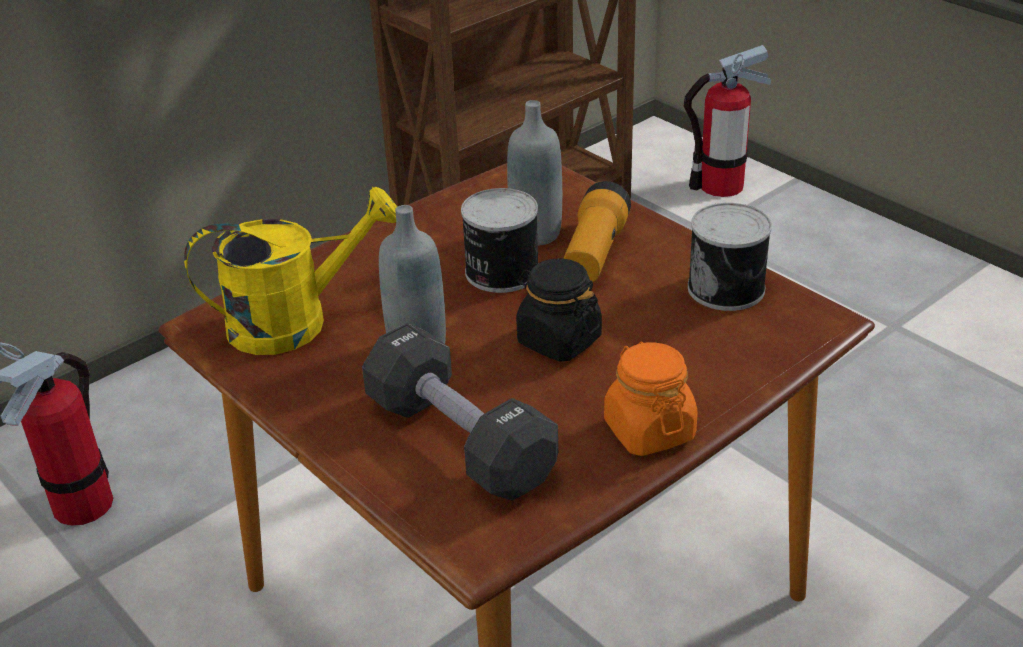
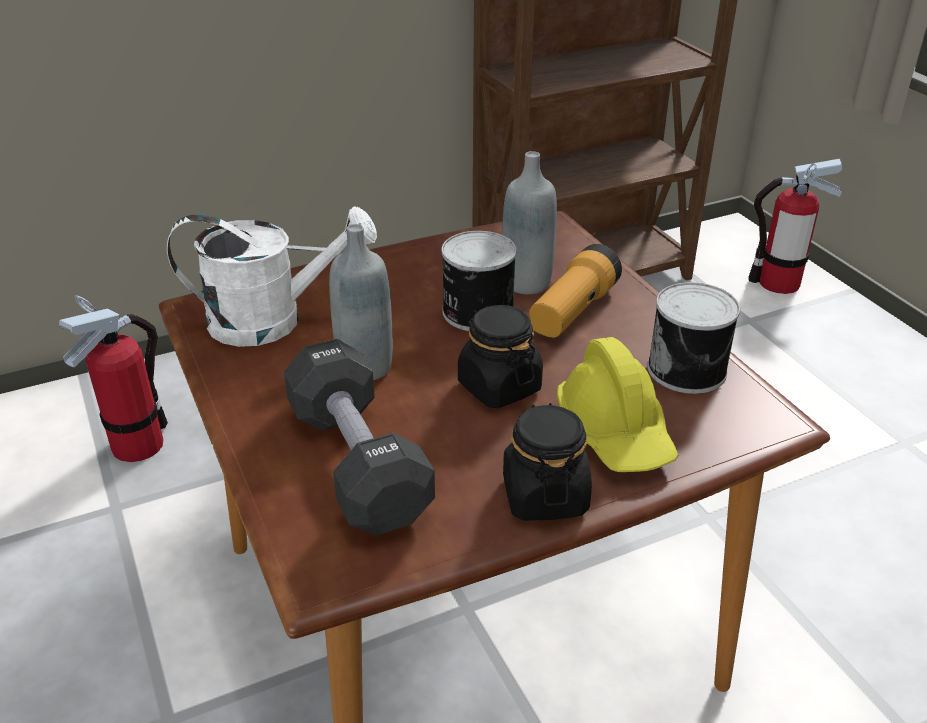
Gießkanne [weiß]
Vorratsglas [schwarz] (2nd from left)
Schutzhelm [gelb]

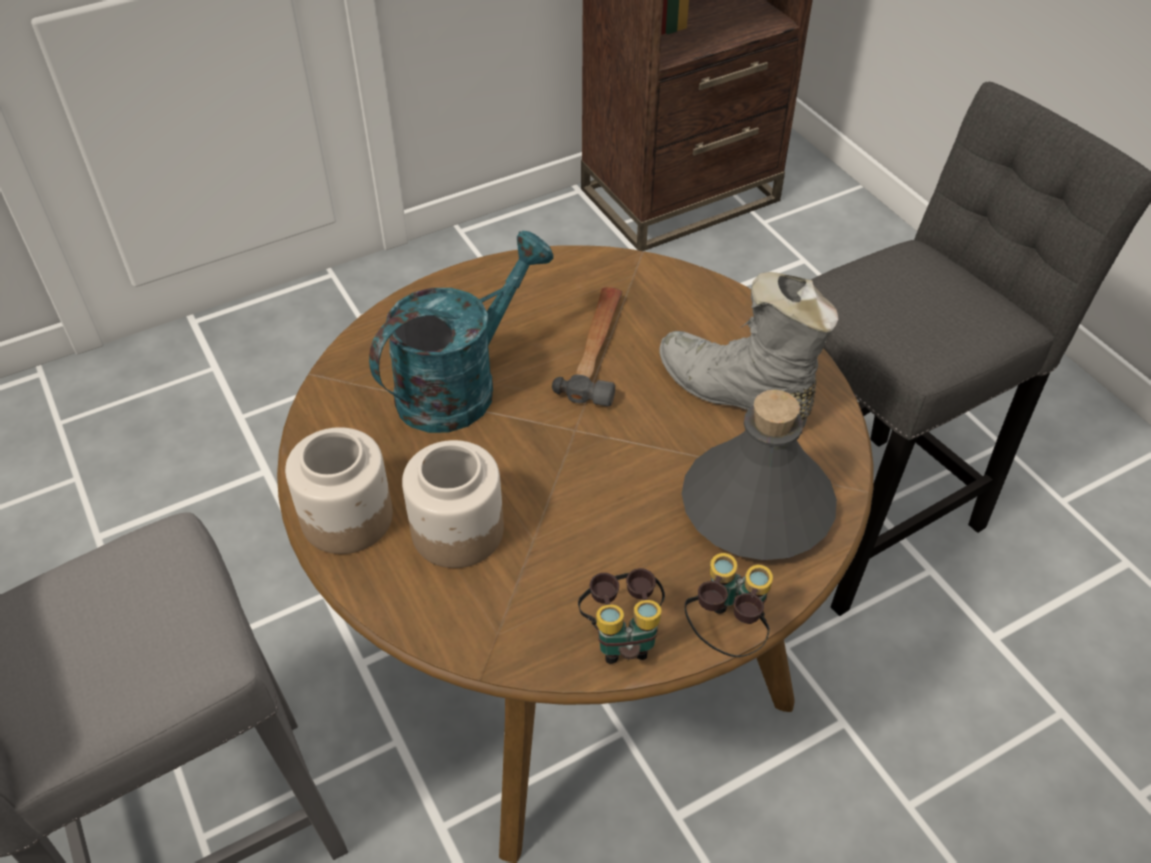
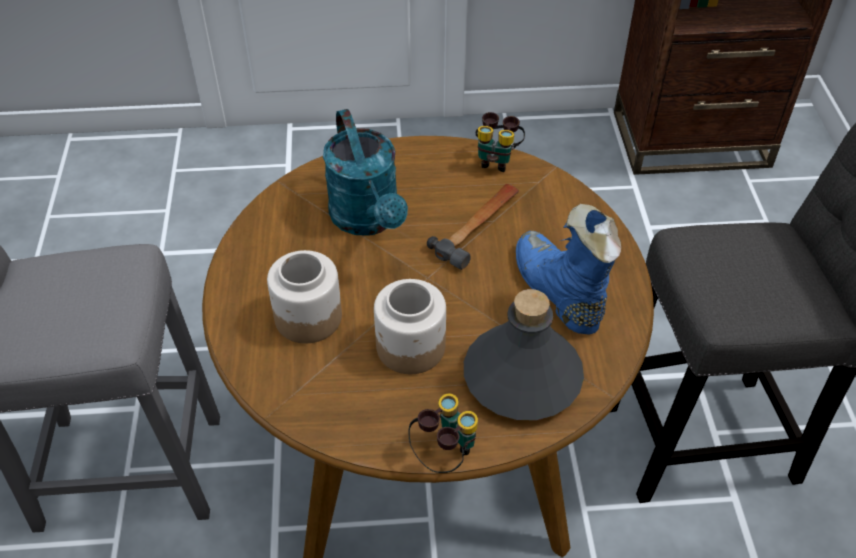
Gießkanne [türkis]
Stiefel [blau]
Vorratsglas (2nd from left)
Fernglas (2nd from left)

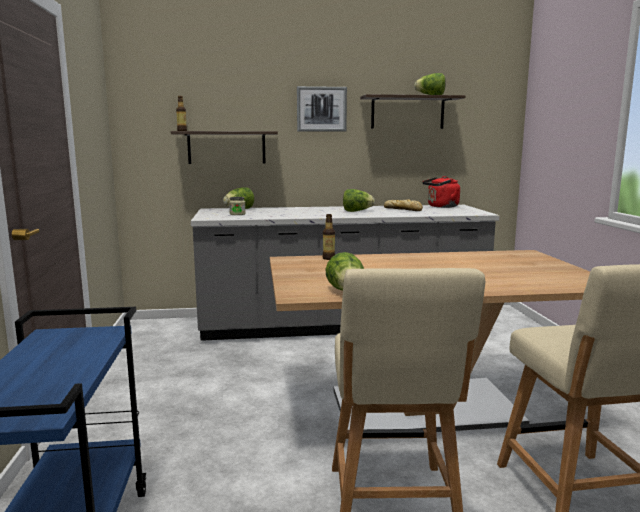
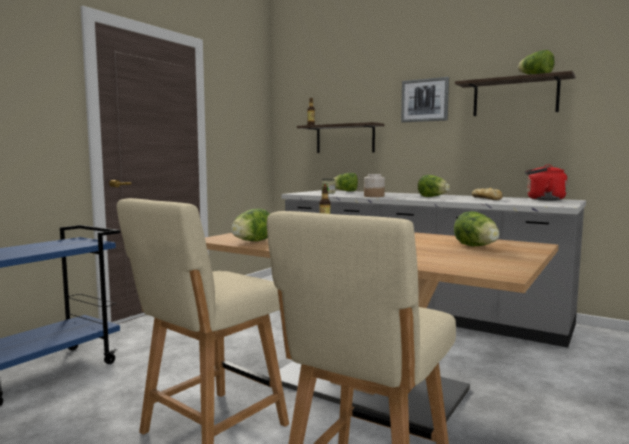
Vorratsglas (2nd from left)
Salatkopf (4th from left)

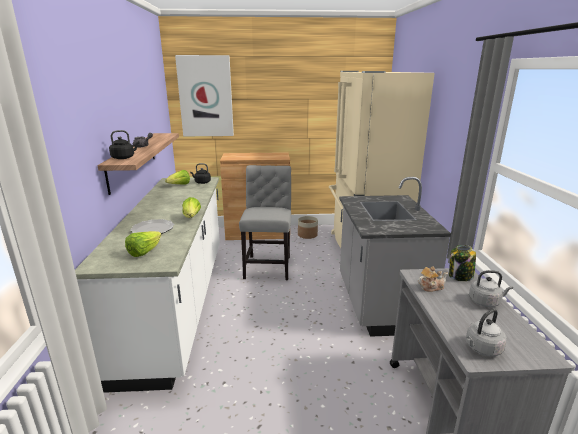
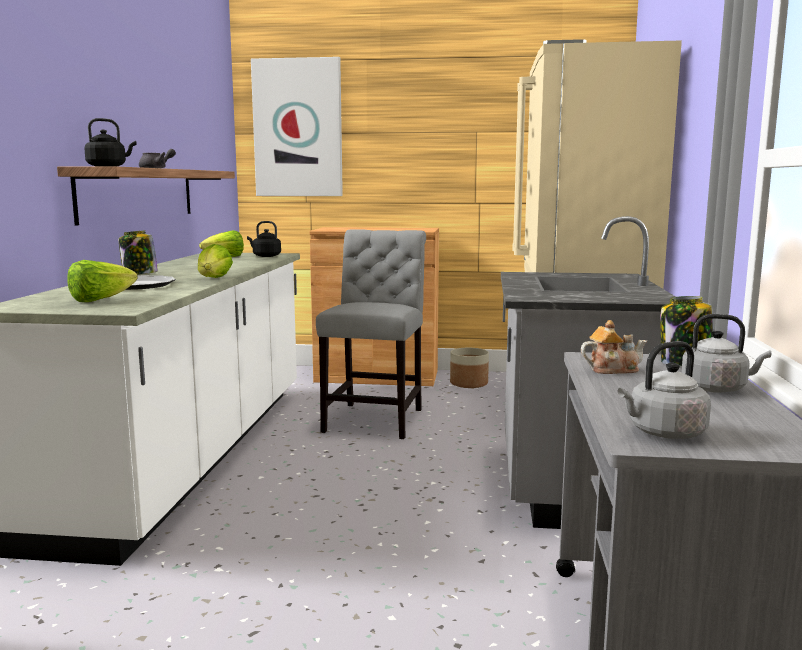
Vorratsglas (1st from left)

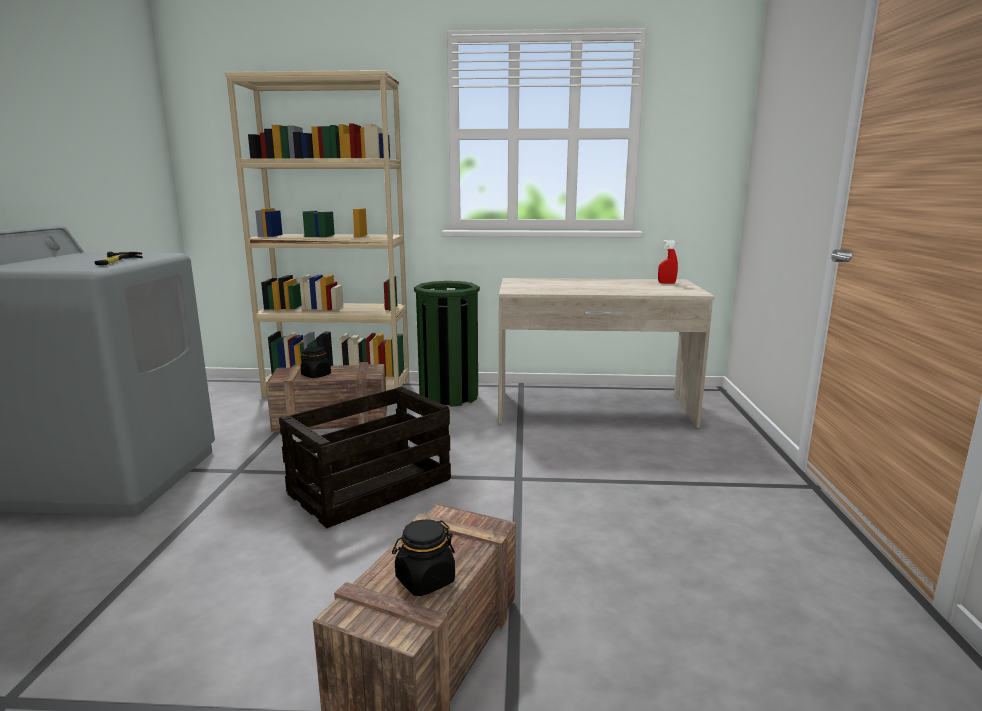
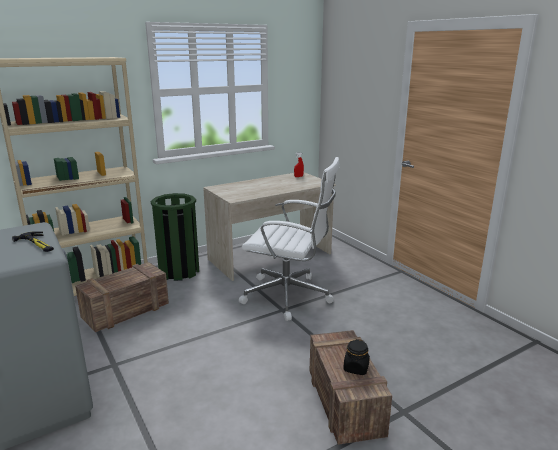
Vorratsglas [schwarz] (1st from left in the first image)
Kiste (2nd from left in the first image)
Bürostuhl [weiß]

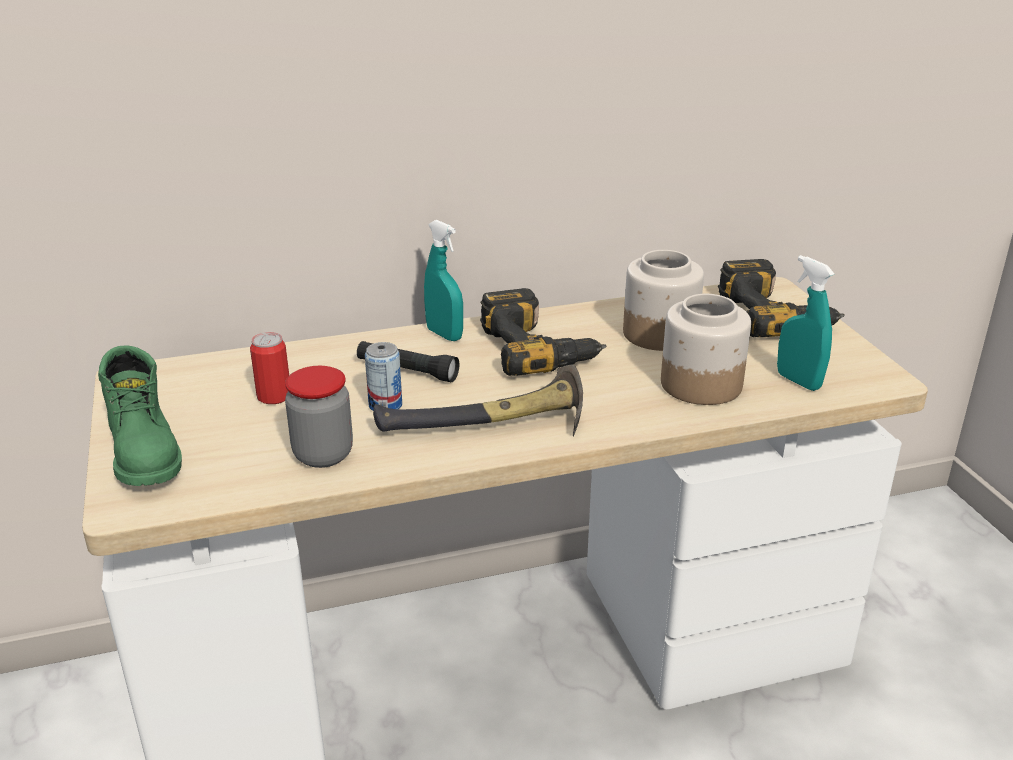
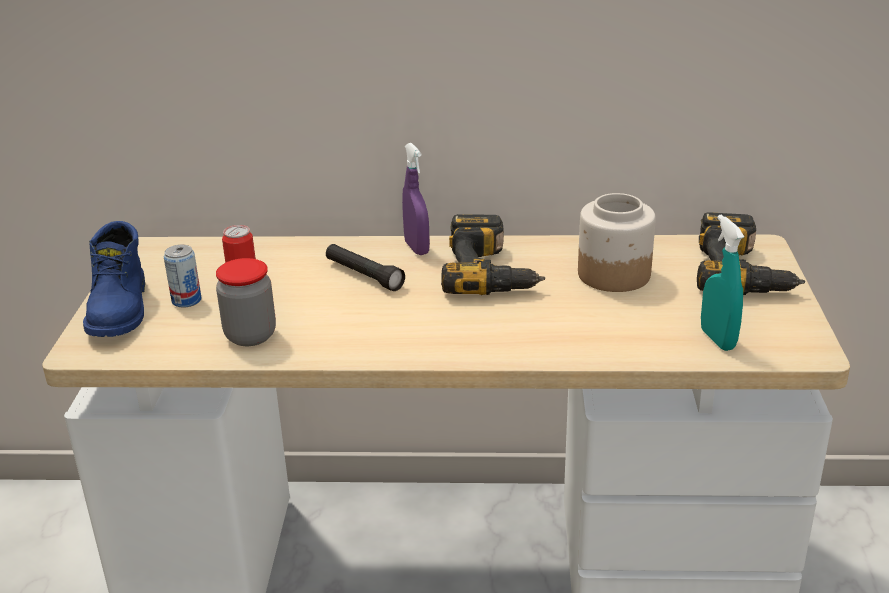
Sprühflasche [lila]
Vorratsglas (3rd from left in the first image)
Dose (1st from left)
Stiefel [blau]
Hammer

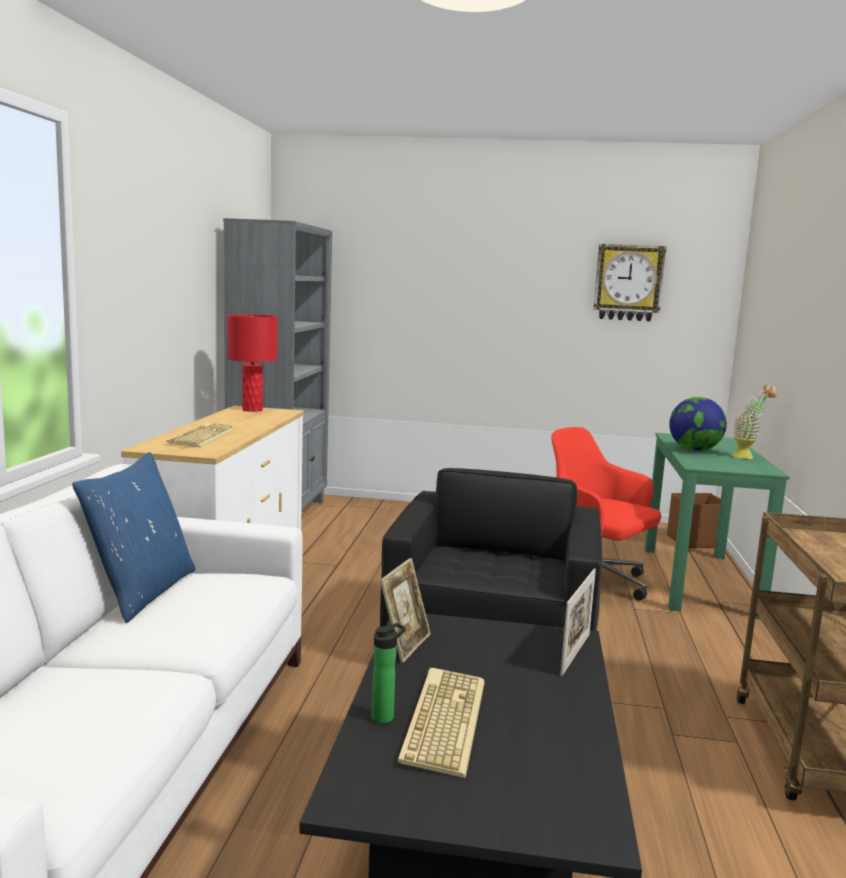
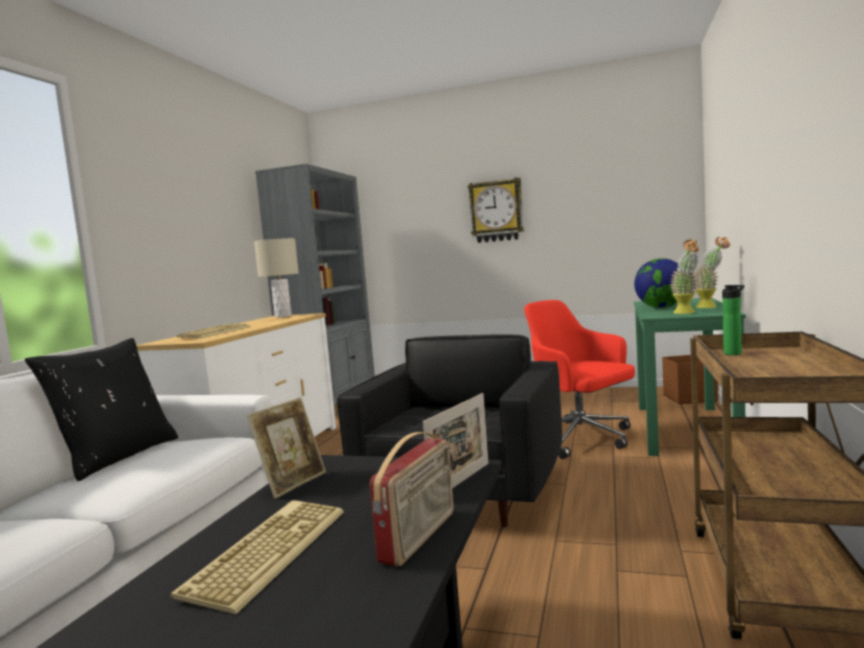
Wanduhr
Tischlampe [beige]
Kissen [schwarz]
Flasche
Topfpflanze (1st from left)
Radio

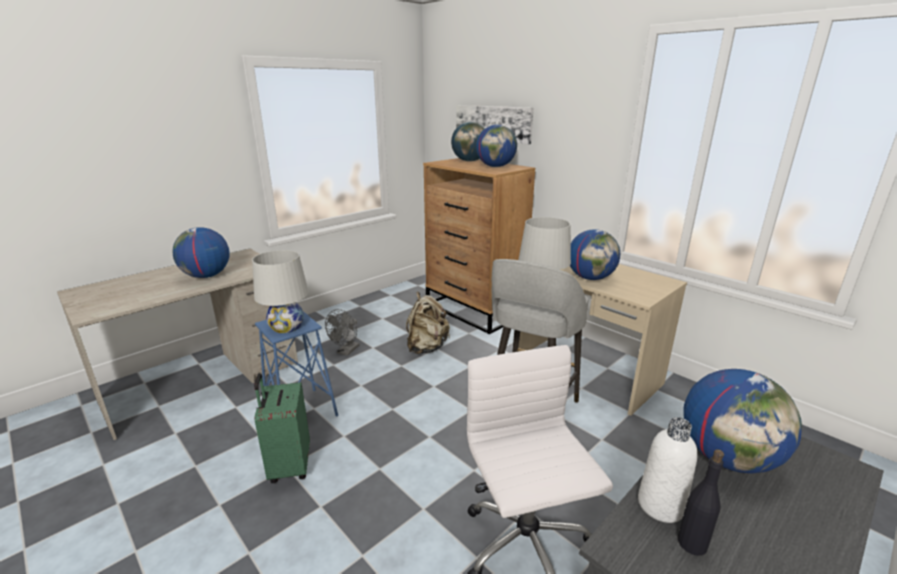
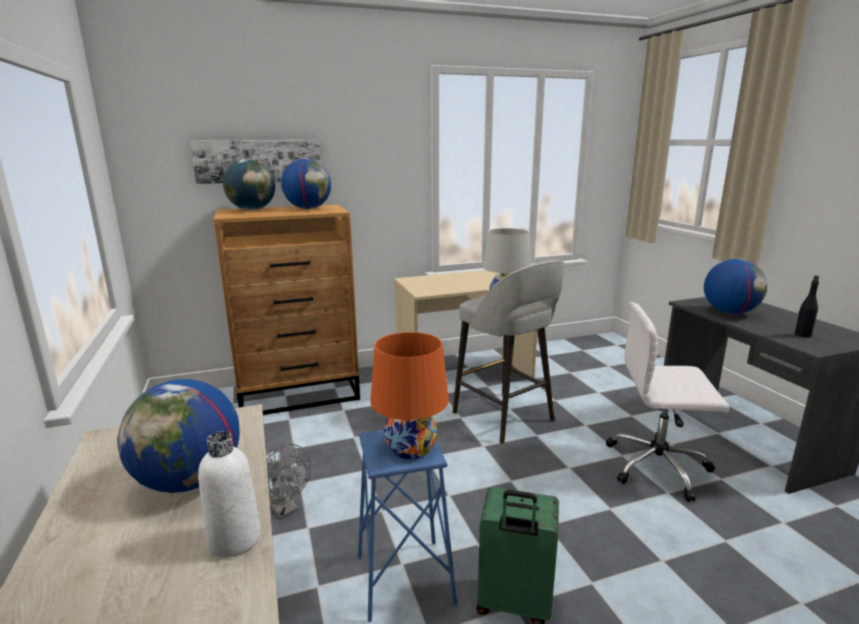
Globus (4th from left in the first image)
Tischlampe [orange]
Rucksack [beige]
Flasche [weiß]

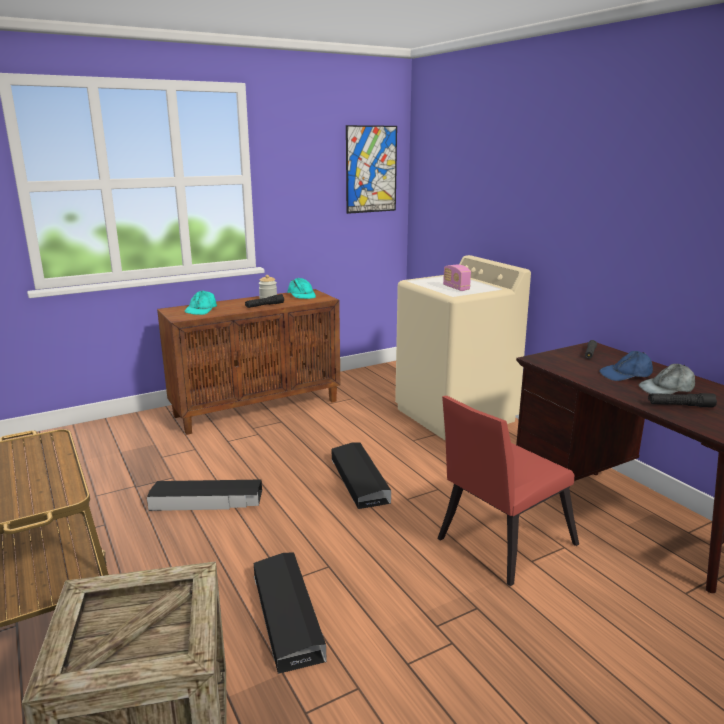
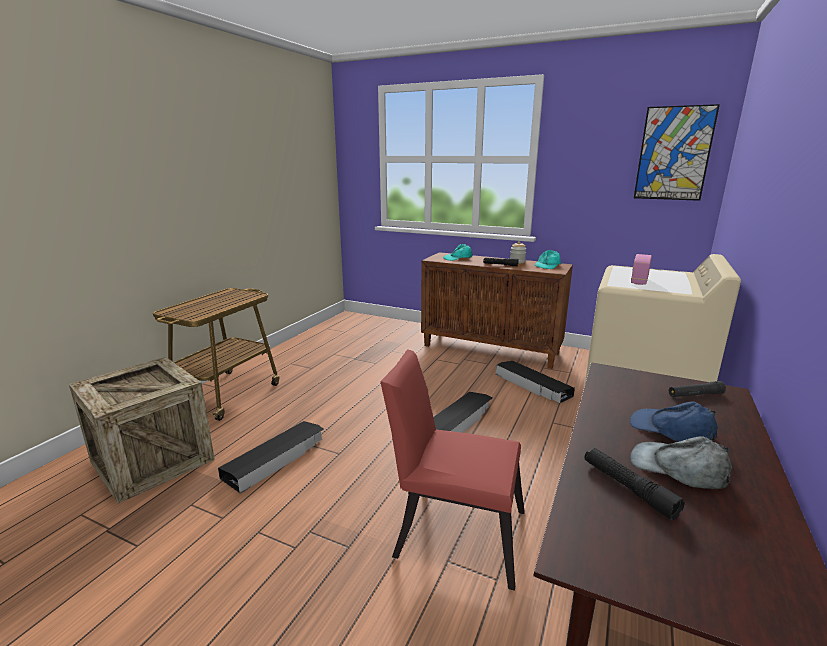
Aufbewahrungsbox [schwarz] (3rd from left)

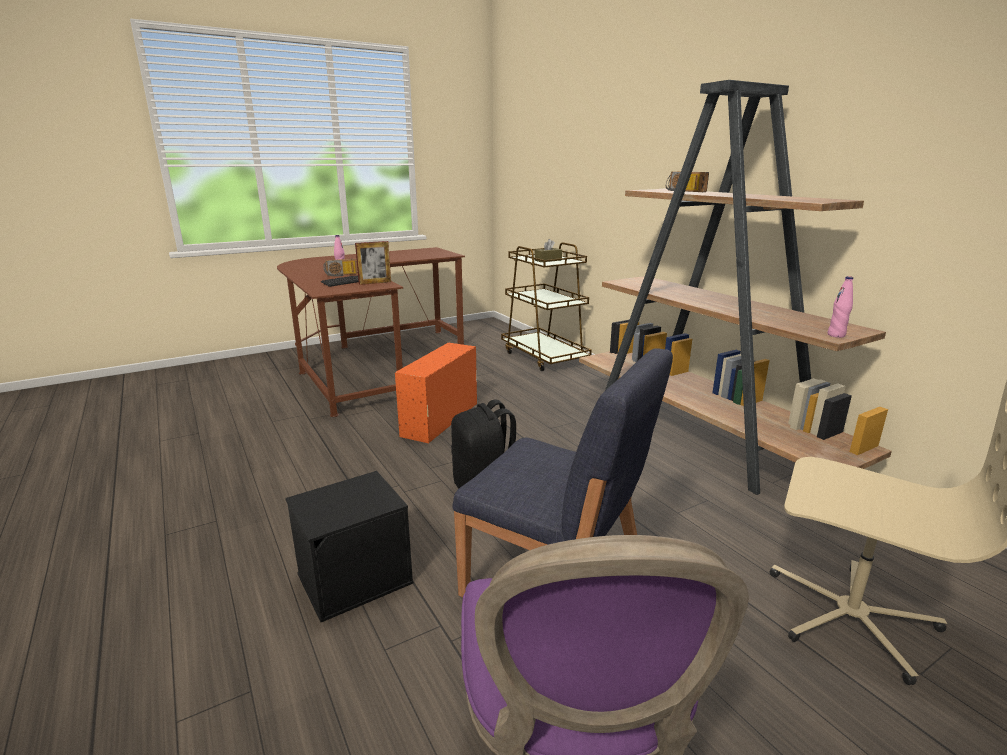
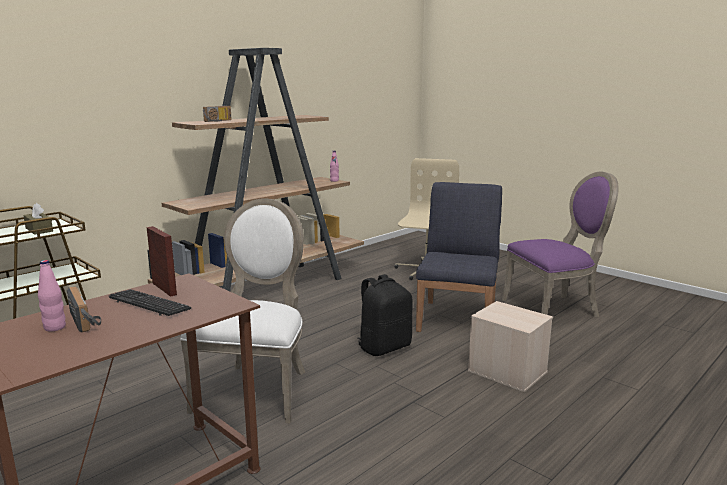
Stuhl [weiß]
Aufbewahrungsbox [beige]

